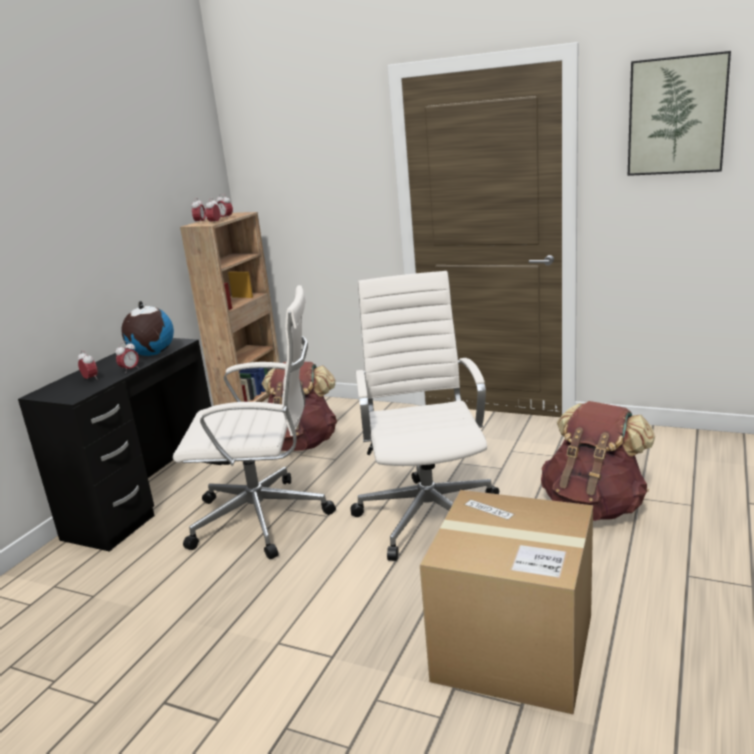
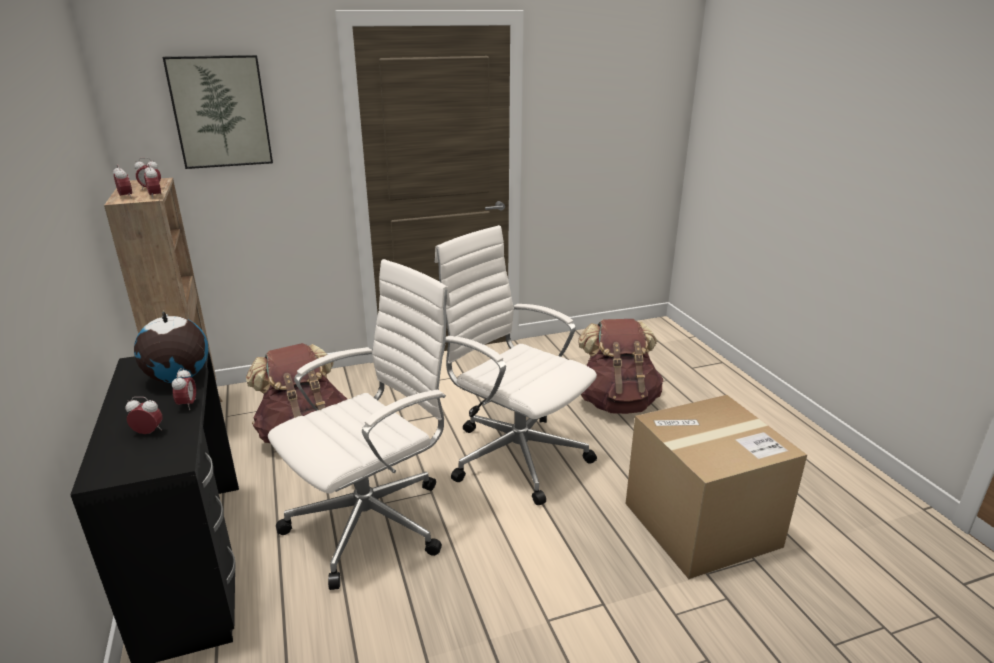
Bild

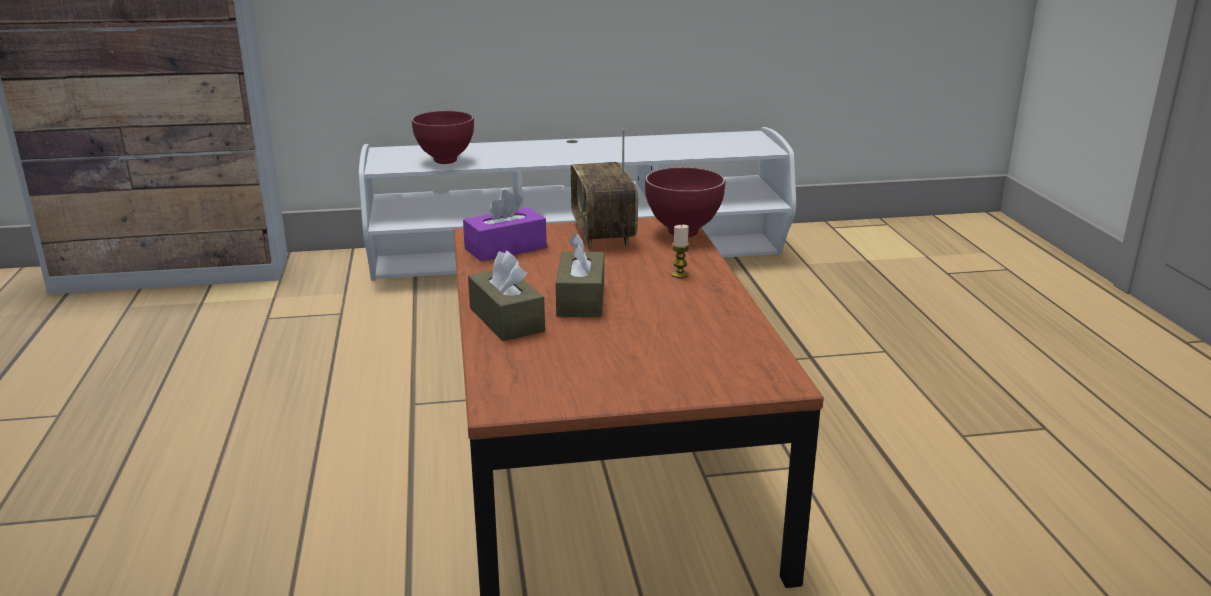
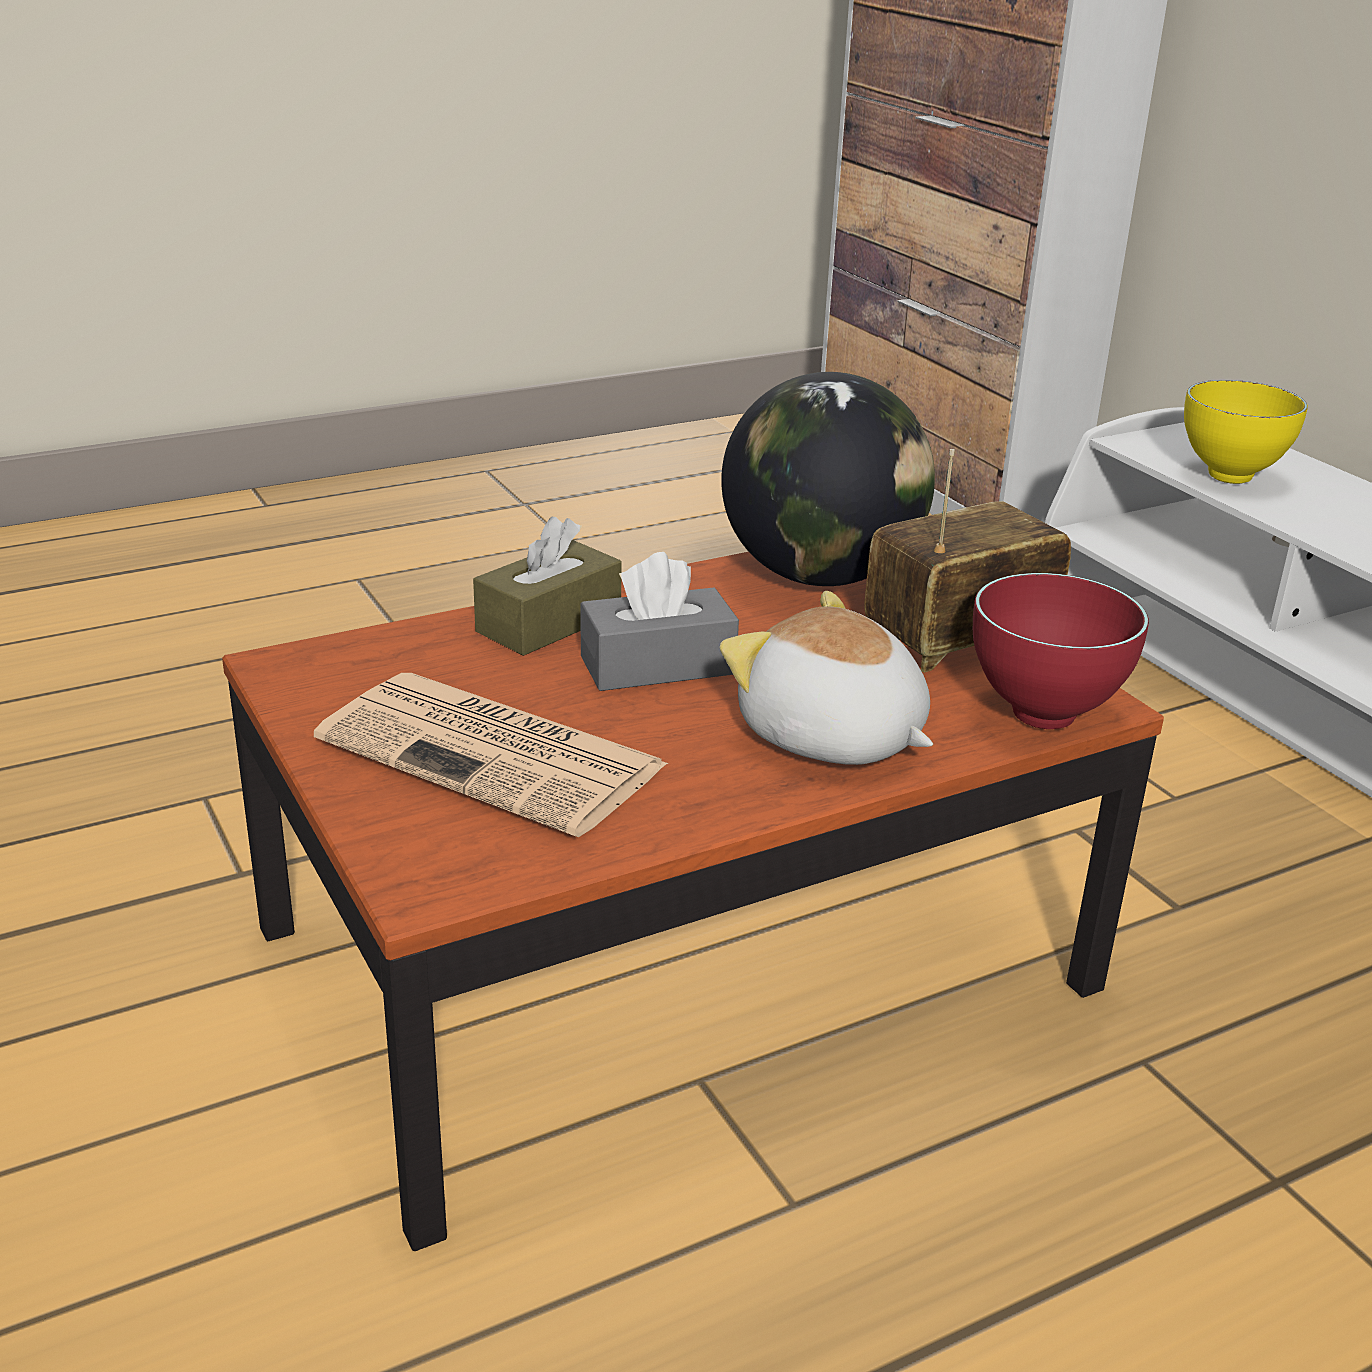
Schüssel [gelb]
Globus
Plüschtier
Taschentuchbox [grau]
Zeitung

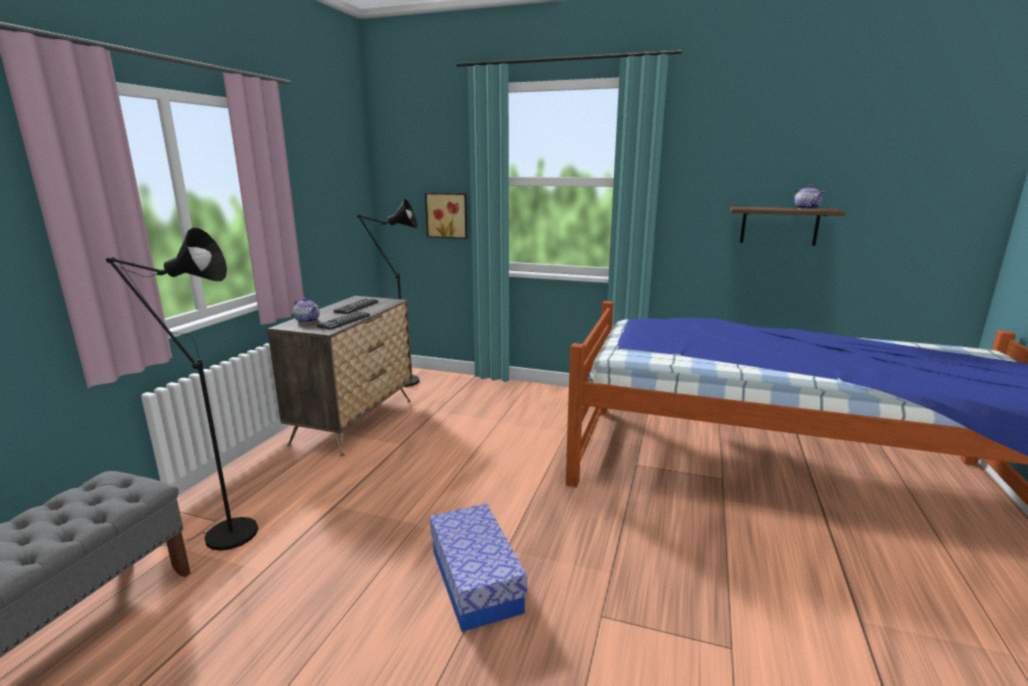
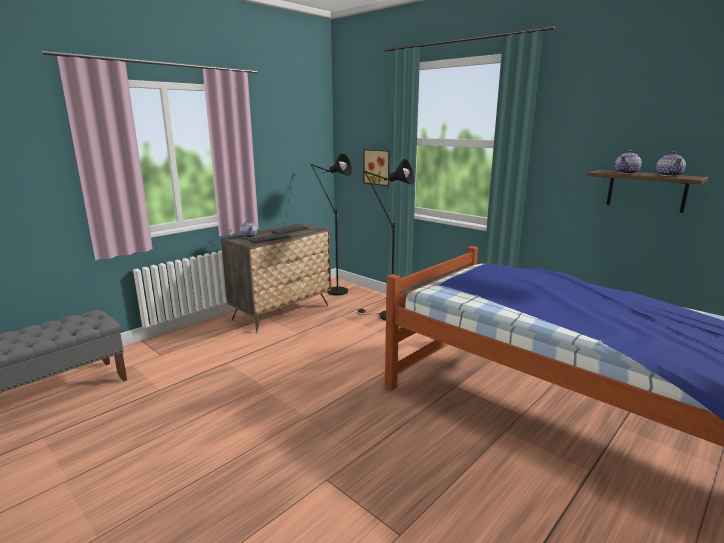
Stehlampe [schwarz] (2nd from left)
Aufbewahrungsbox
Teekanne (2nd from left)

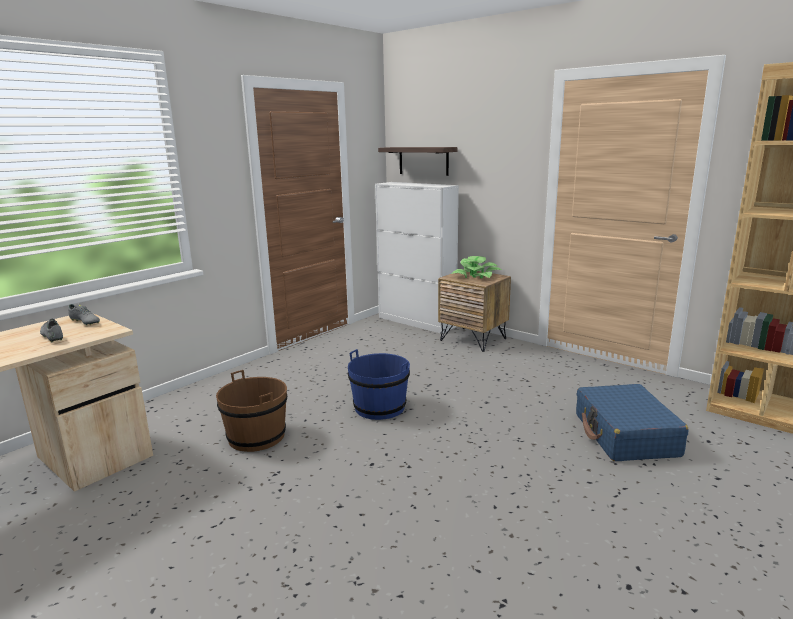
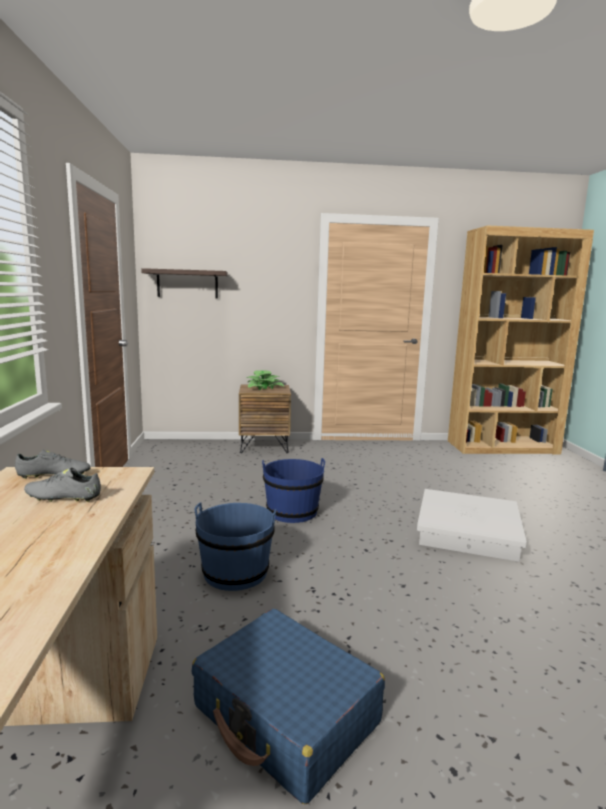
Schrank [weiß]
Eimer [blau] (1st from left)
Koffer [blau]
Aufbewahrungsbox [weiß]

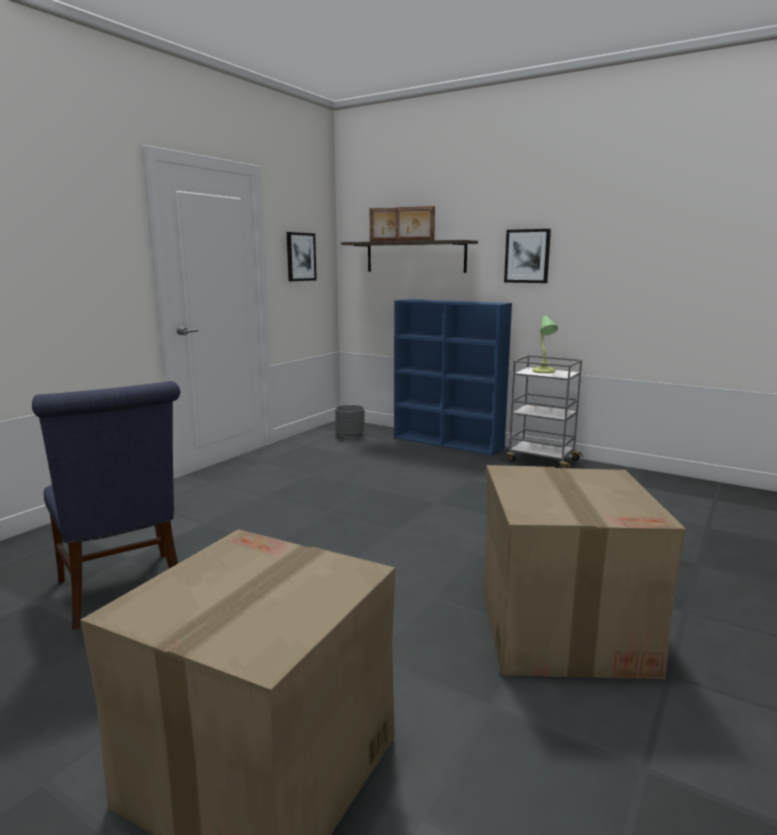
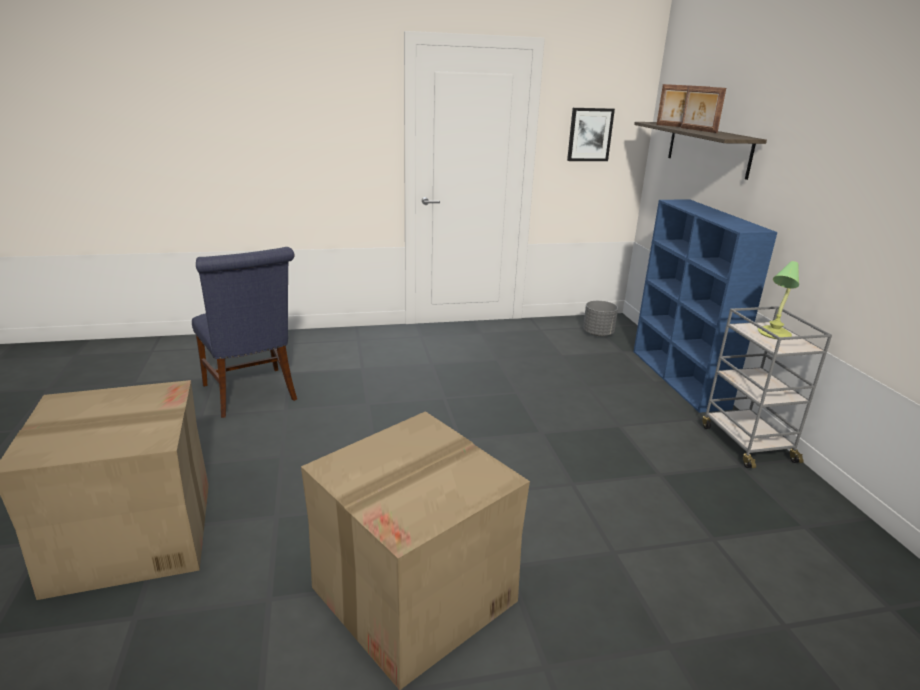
Bild (2nd from left in the first image)
Stuhl [blau]

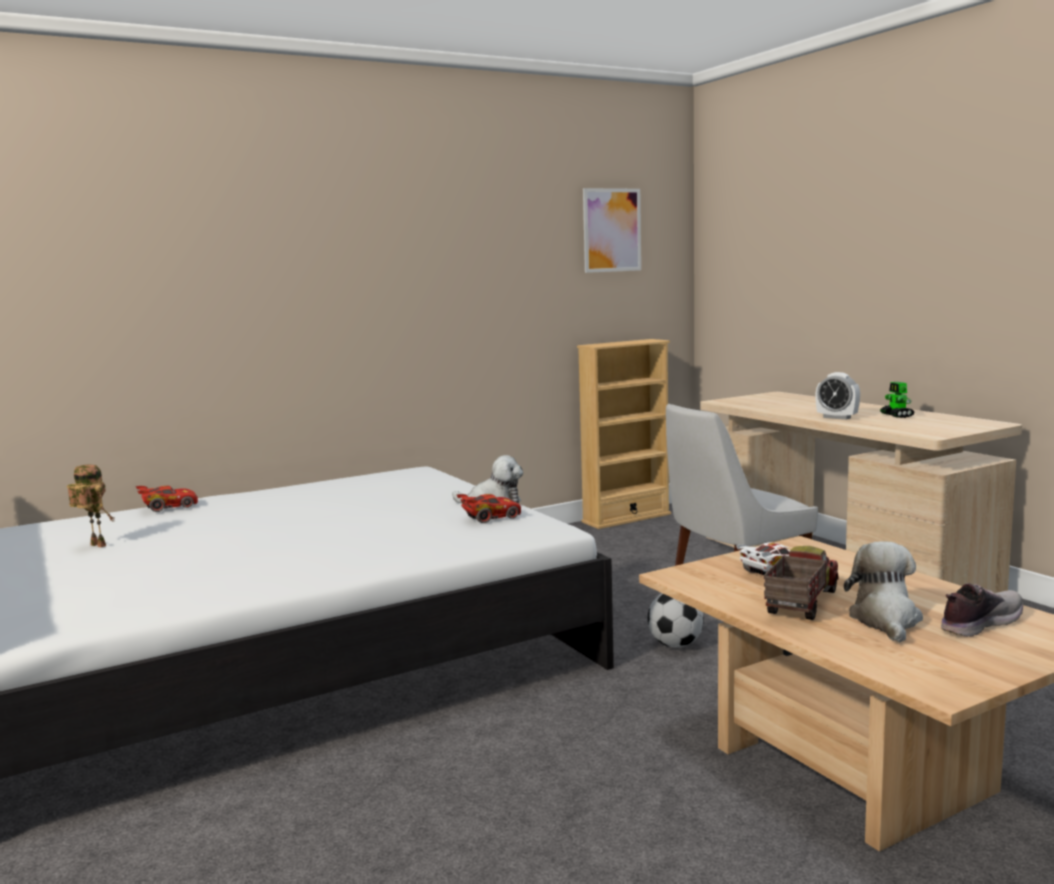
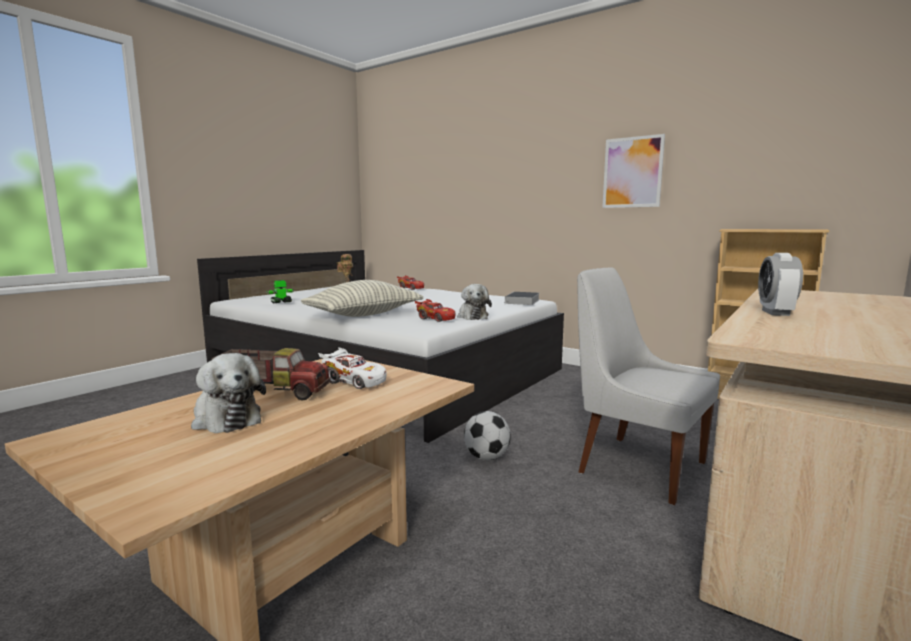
Bild
Spielzeugroboter (1st from left)
Plüschtier (1st from left)
Schuh
Kissen
Buch

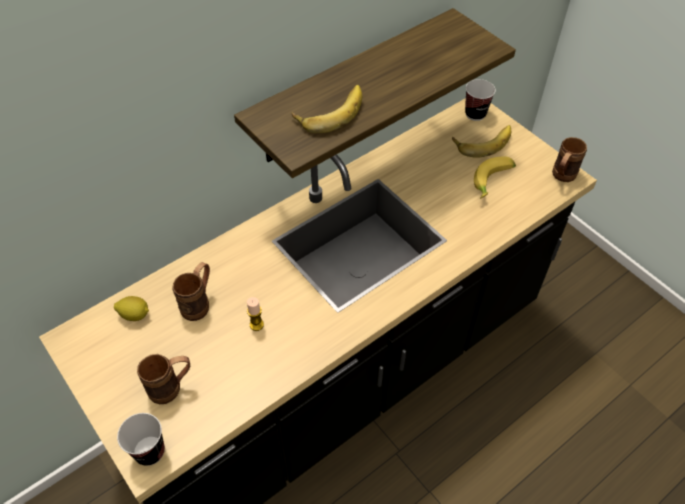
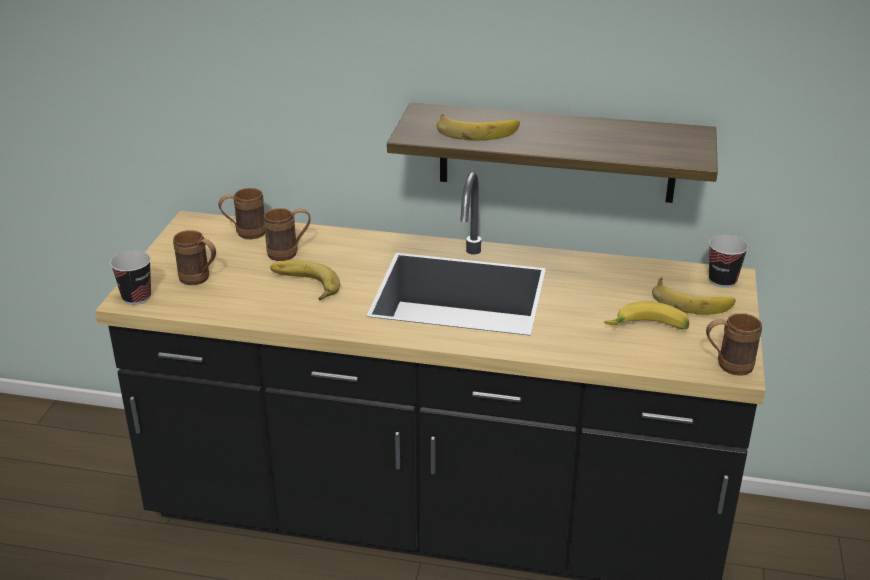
Henkelbecher [braun] (2nd from left)
Banane (1st from left)

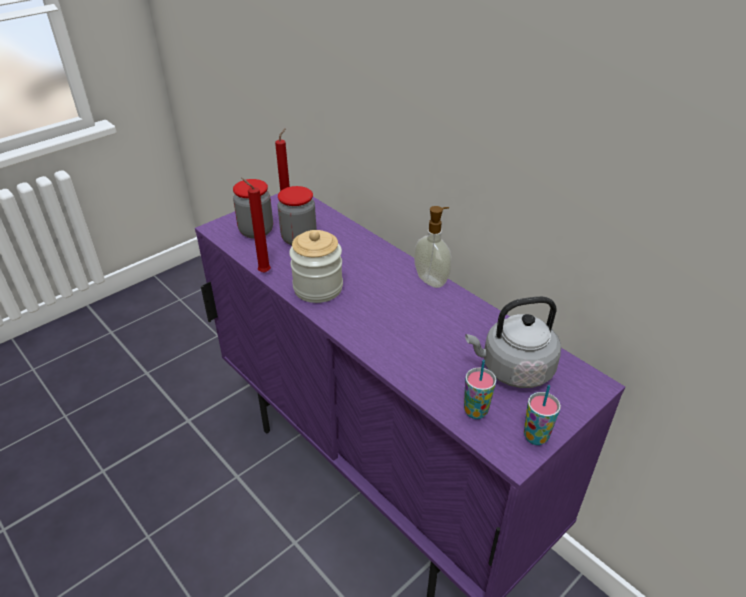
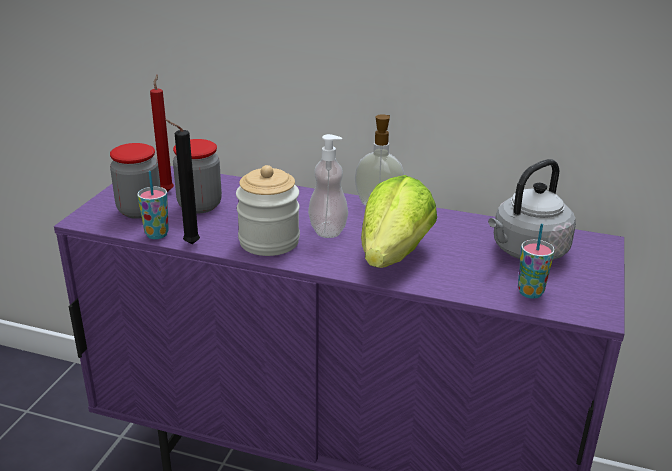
Kerze [schwarz]
Tasse (1st from left)
Seifenspender (1st from left)
Salatkopf

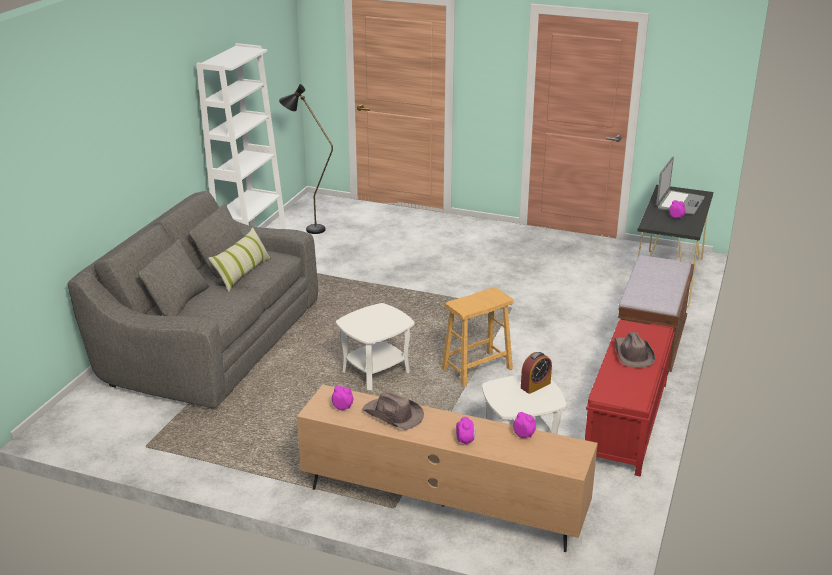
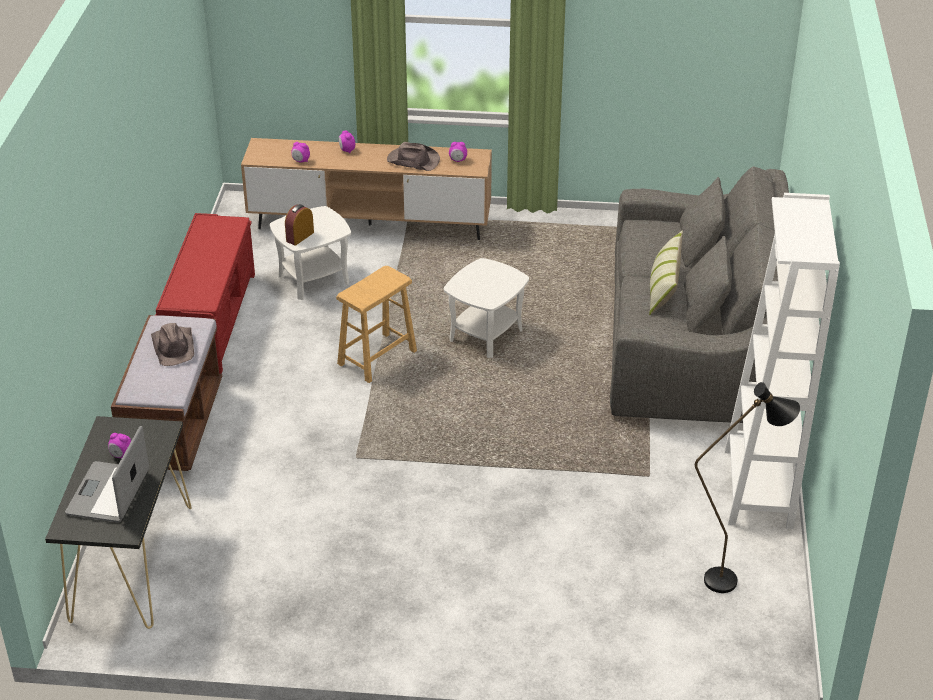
Hut [braun] (1st from left)

